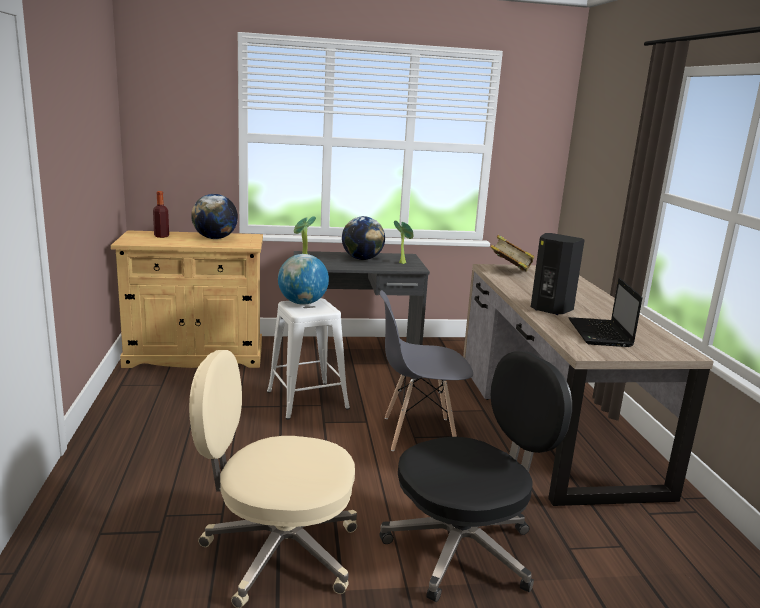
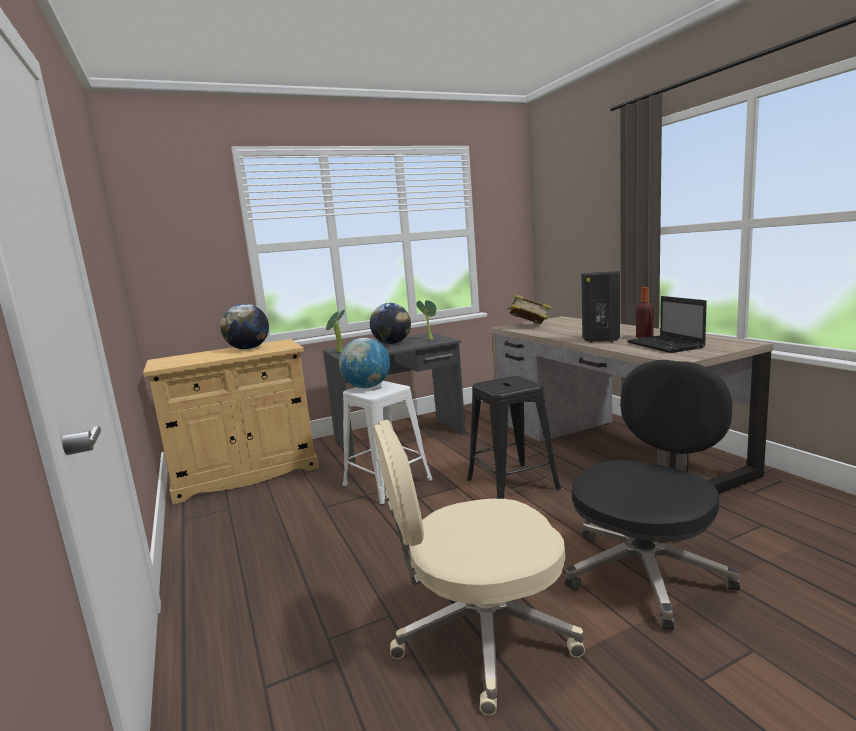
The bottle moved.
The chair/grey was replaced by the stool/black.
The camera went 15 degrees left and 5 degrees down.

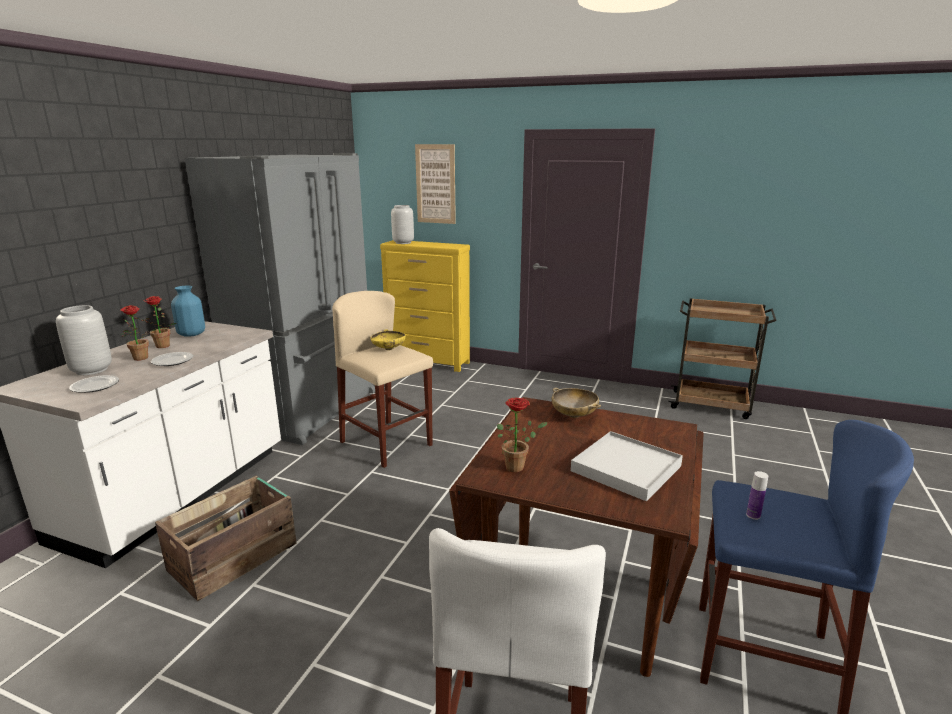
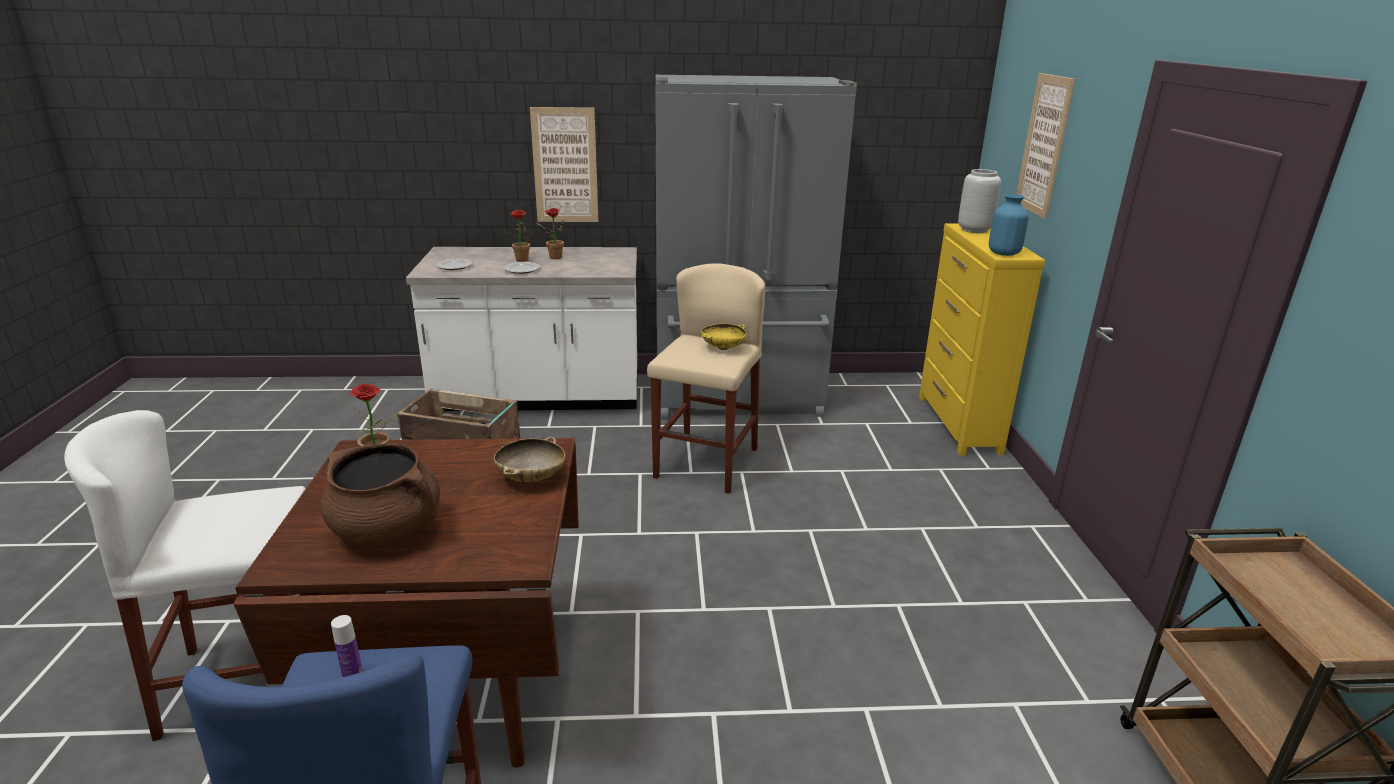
The vase/grey (1st from left) disappeared.
The picture (1st from left) appeared.
The vase/blue moved.
The tray/white was replaced by the cooking pot/brown.
The camera went 65 degrees right and 5 degrees up.

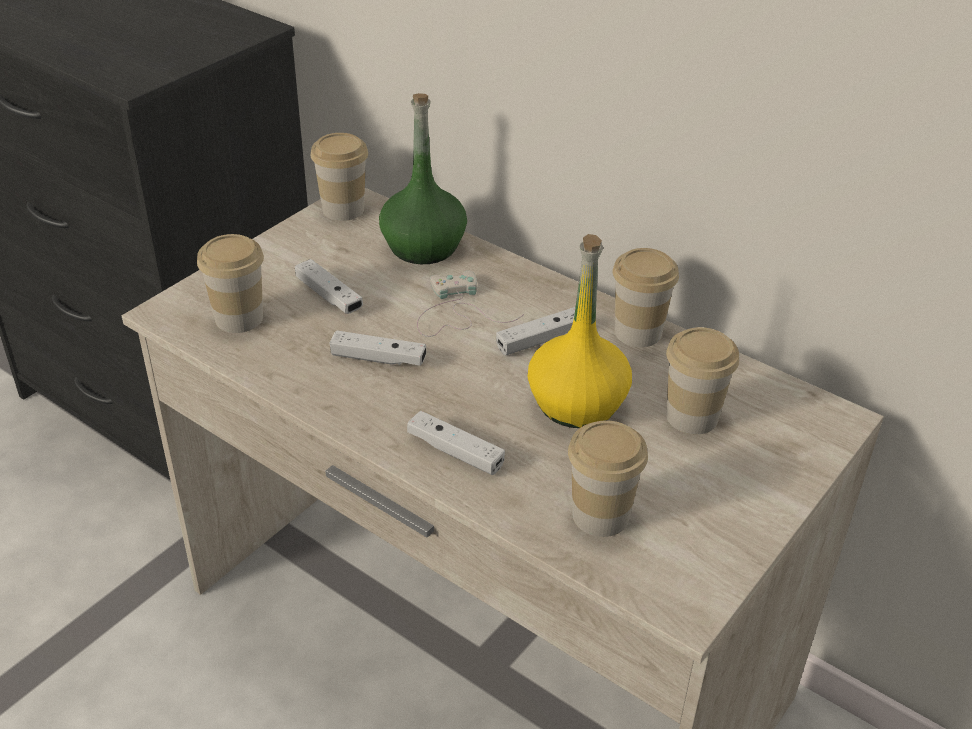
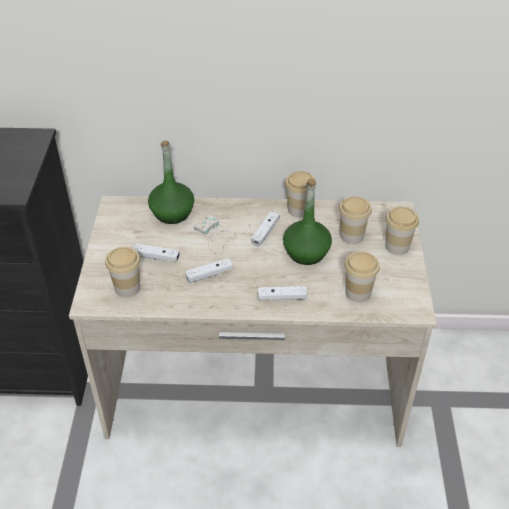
The cup (2nd from left in the first image) moved.
The bottle/yellow became the bottle/green (2nd from left).
The camera went 35 degrees left and 5 degrees up.

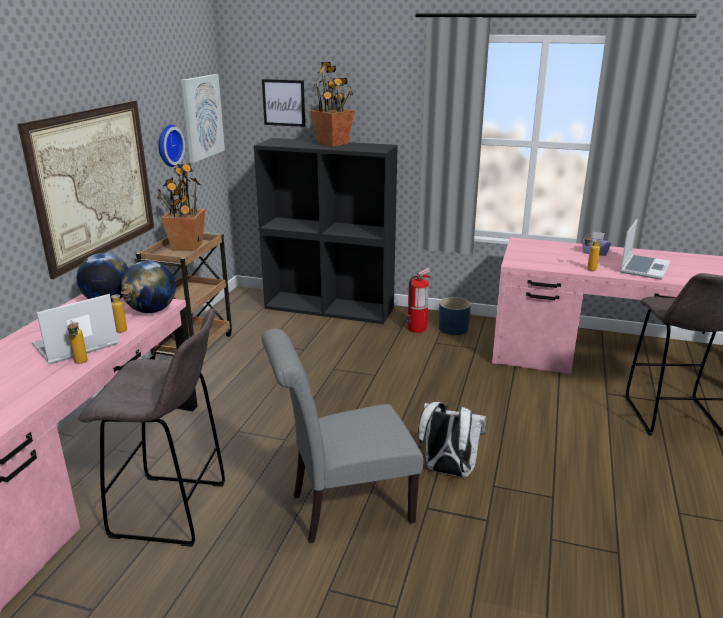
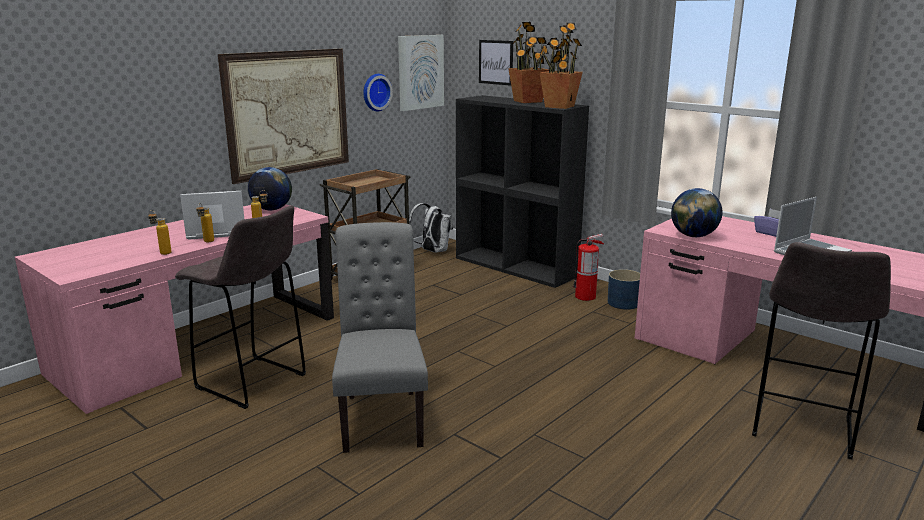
The globe (2nd from left) moved.
The potted plant (1st from left in the first image) moved.
The backpack/white moved.
The bottle (3rd from left in the first image) moved.
The chair/grey turned 75 degrees clockwise.
The camera went 25 degrees right and 5 degrees down.

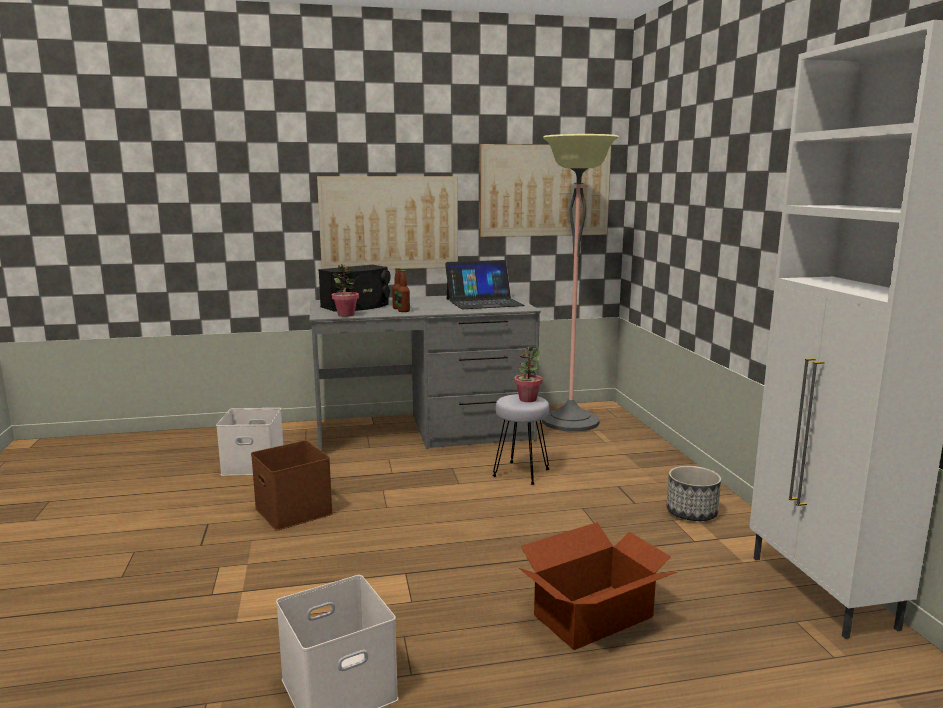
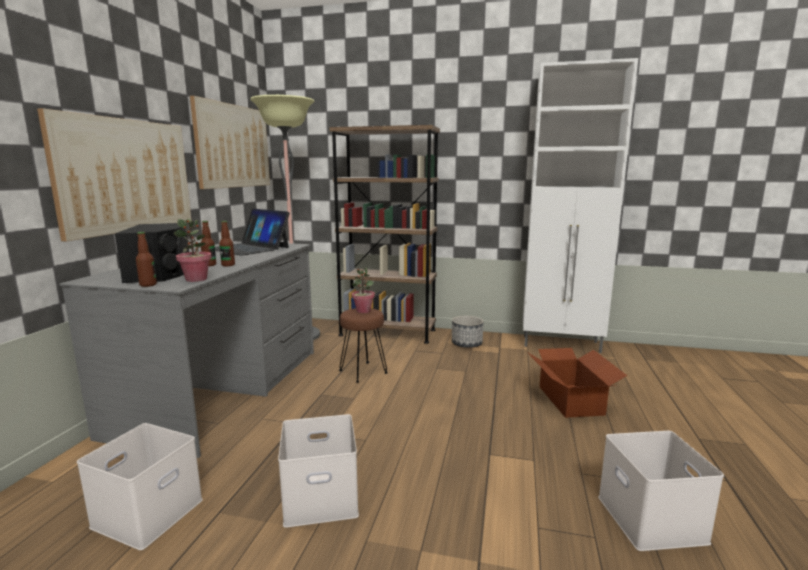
The bottle (1st from left) appeared.
The bookcase/brown appeared.
The storage box/brown became the storage box/white (2nd from left).
The stool/grey became the stool/brown.
The laptop turned 120 degrees clockwise.
The camera went 65 degrees left and 0 degrees up.

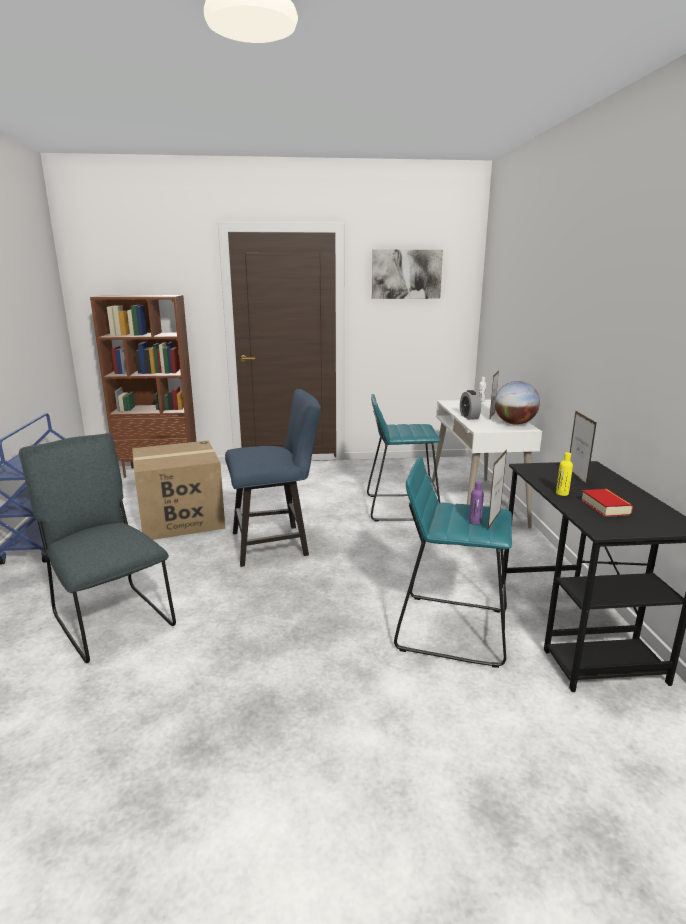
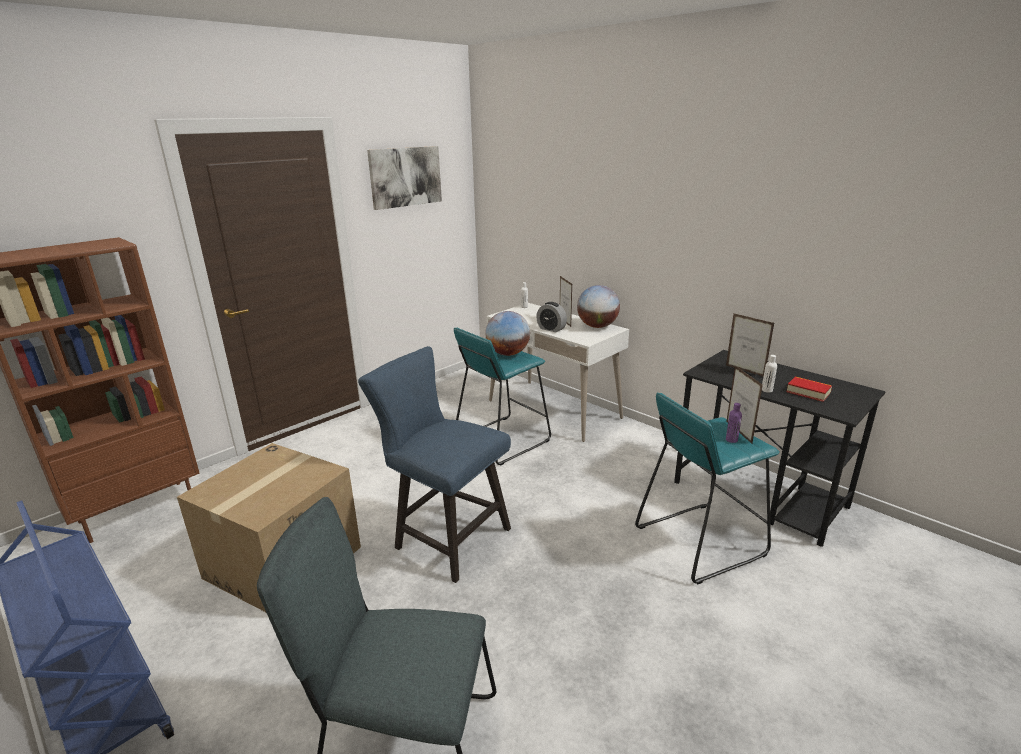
The globe (1st from left) appeared.
The bottle/yellow became the bottle/white (2nd from left).
The chair/blue turned 90 degrees counterclockwise.
The camera went 40 degrees left and 5 degrees up.

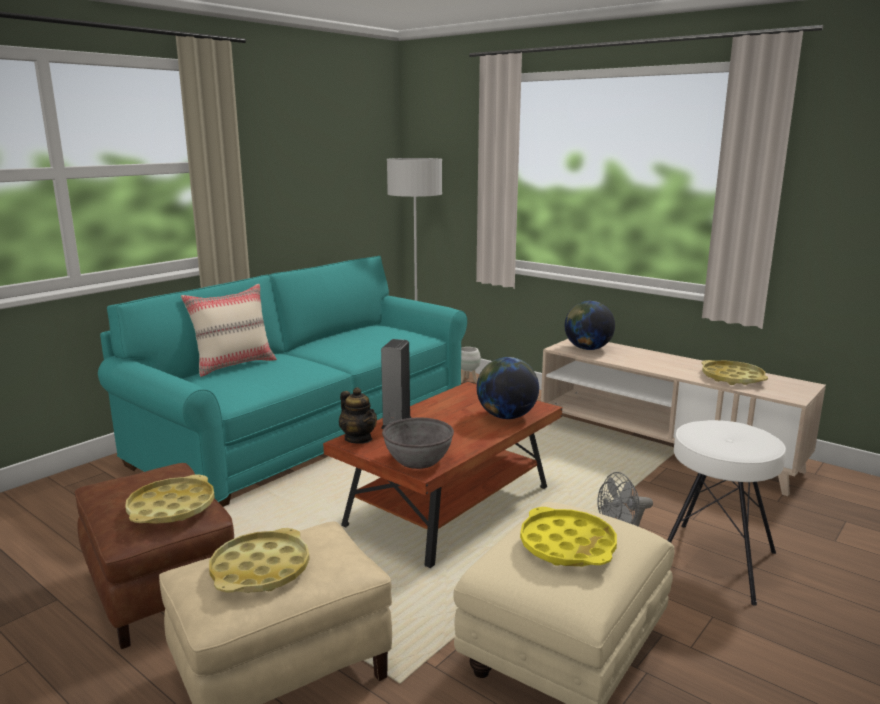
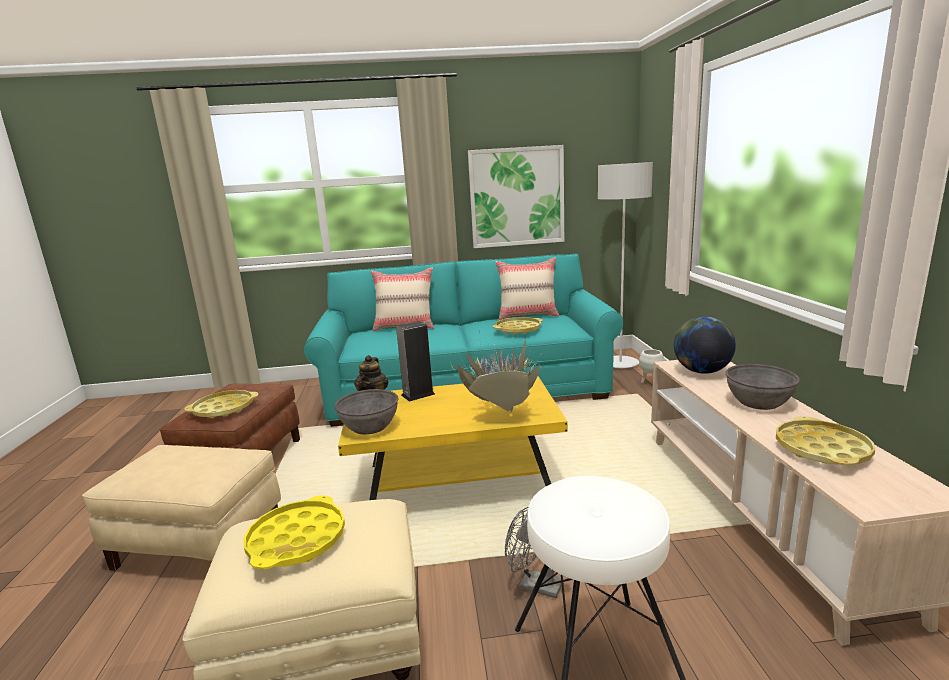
The picture appeared.
The pillow/beige (2nd from left) appeared.
The bowl/grey (2nd from left) appeared.
The tray/yellow (2nd from left in the first image) moved.
The globe (1st from left) was replaced by the potted plant.
The coffee table/brown became the coffee table/yellow.
The camera went 45 degrees right and 0 degrees up.

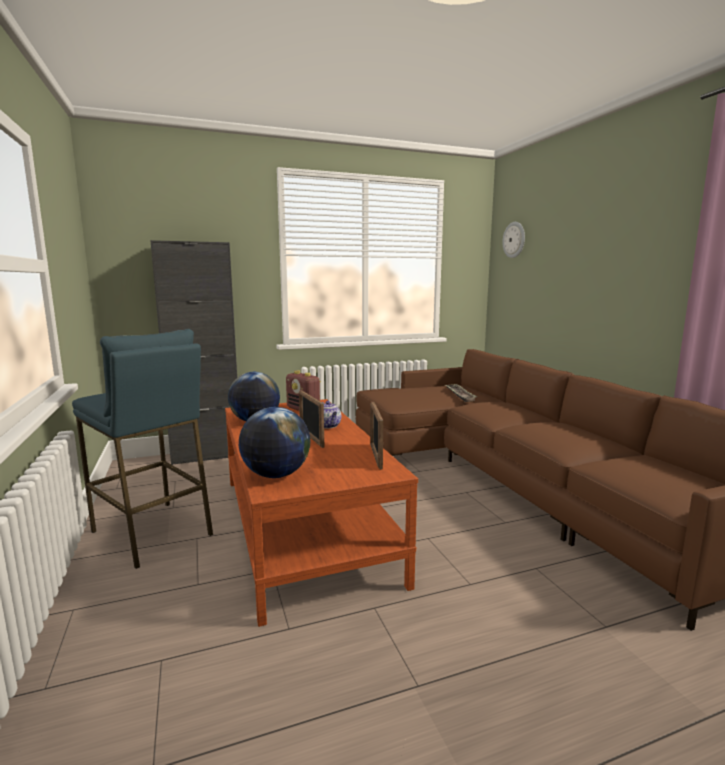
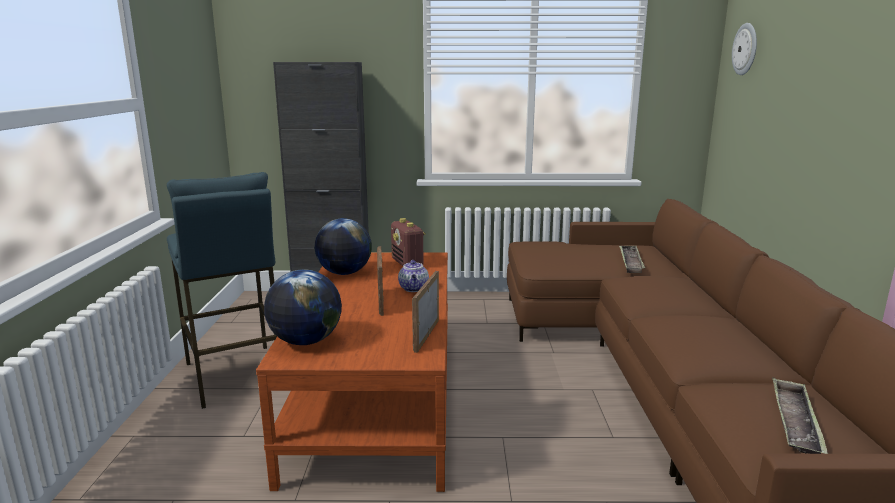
The tray (2nd from left) appeared.
The camera went 20 degrees right and 5 degrees up.

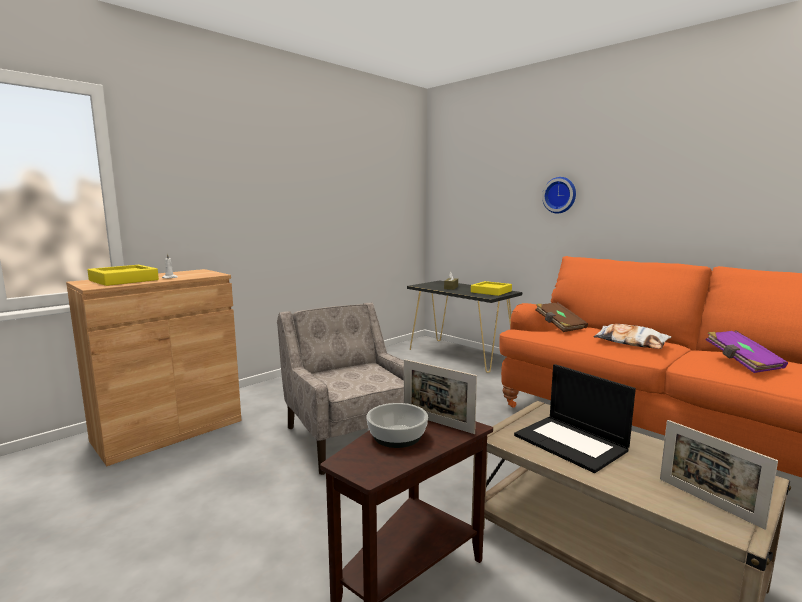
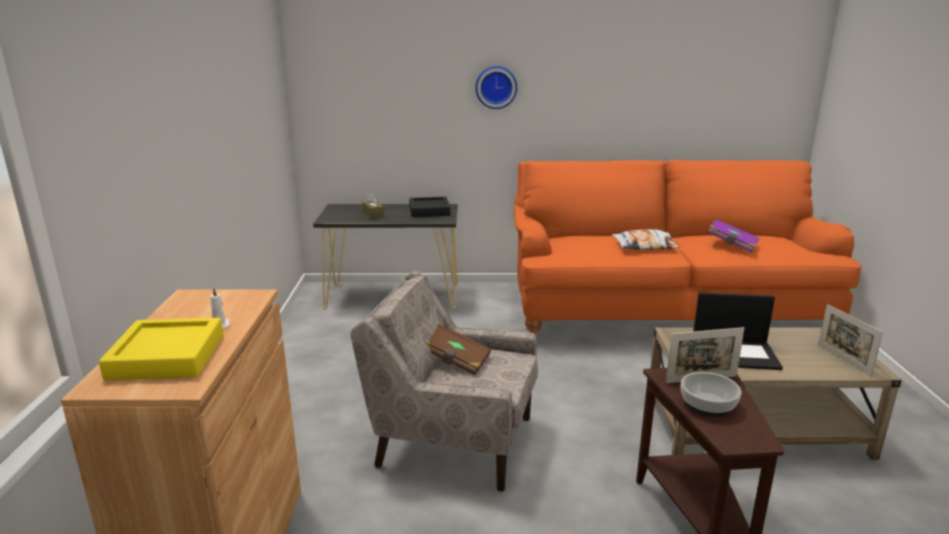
The book/brown moved.
The tray/yellow (2nd from left) became the tray/black.
The picture frame (2nd from left) turned 60 degrees clockwise.
The camera went 45 degrees left and 10 degrees up.

